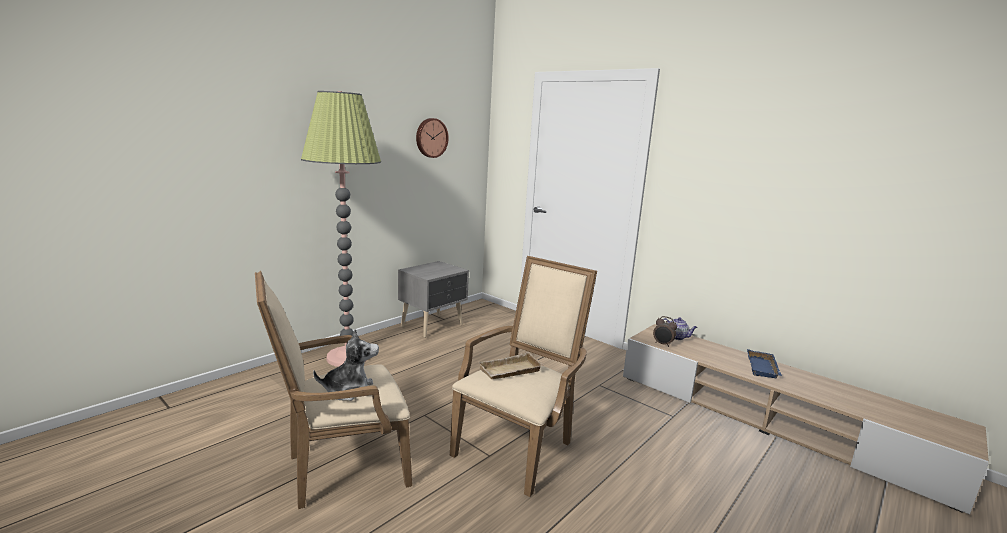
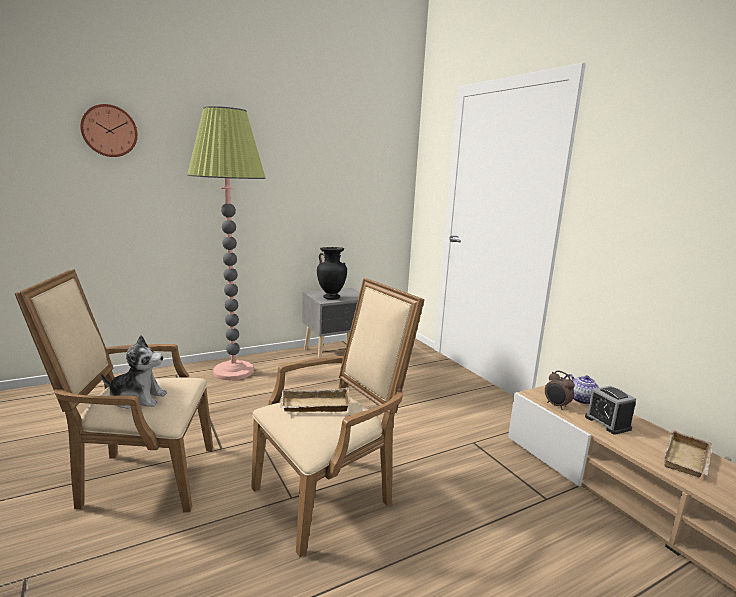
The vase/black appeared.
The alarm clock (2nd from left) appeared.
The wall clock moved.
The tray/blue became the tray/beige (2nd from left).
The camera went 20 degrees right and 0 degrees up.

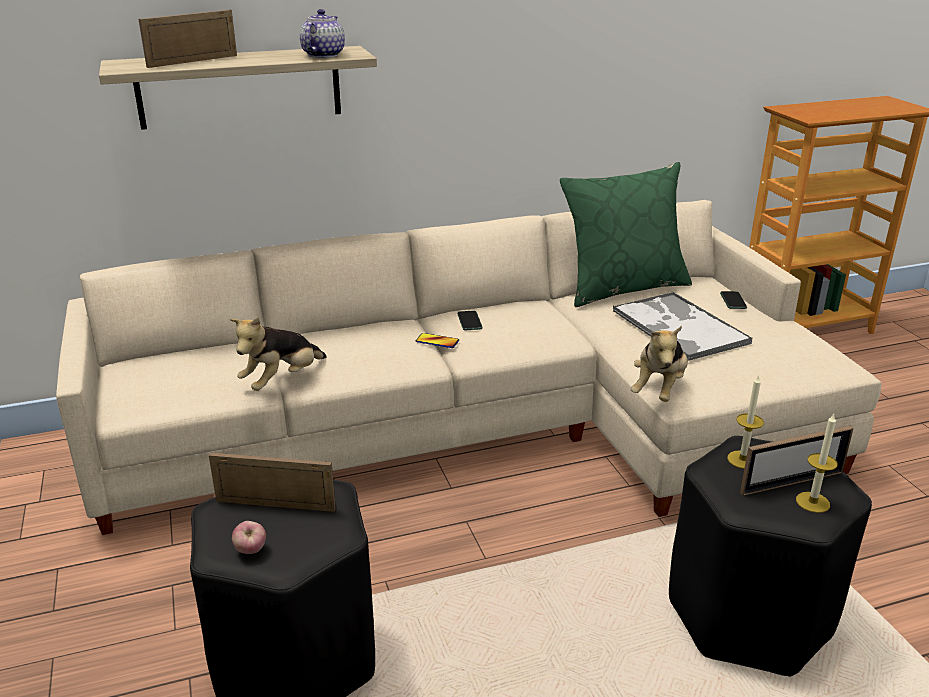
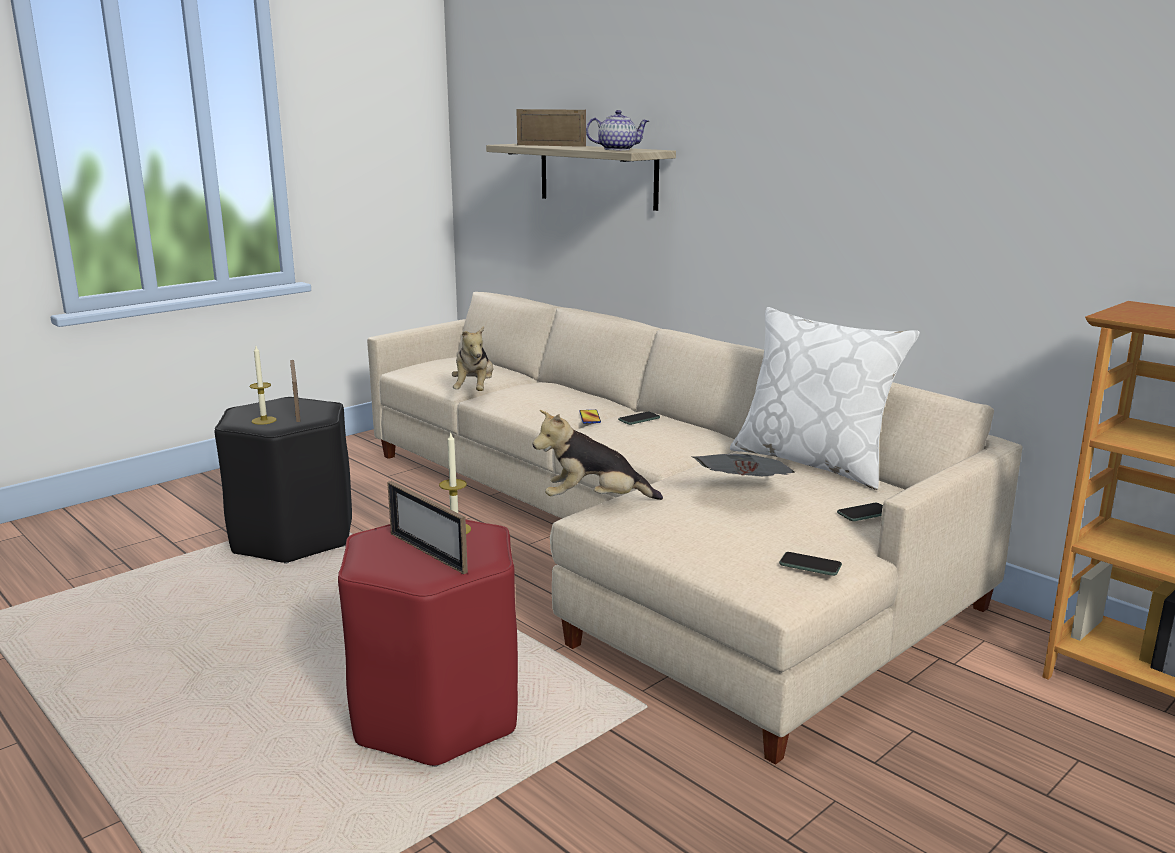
The apple disappeared.
The phone (3rd from left) appeared.
The candle (2nd from left in the first image) moved.
The tray was replaced by the newspaper.
The pillow/green became the pillow/white.
The stool/black (2nd from left) became the stool/red.
The plush toy (1st from left) turned 105 degrees counterclockwise.
The camera went 65 degrees right and 10 degrees down.

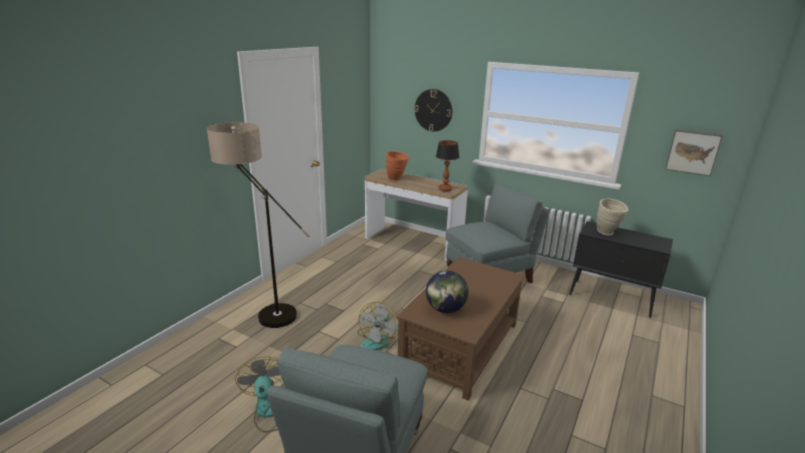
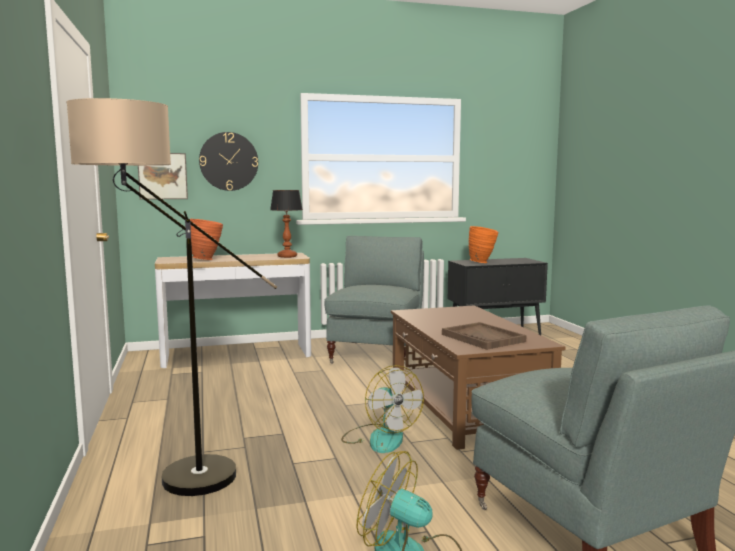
The picture moved.
The globe was replaced by the tray/brown.
The vase/beige became the vase/orange (2nd from left).
The camera went 45 degrees left and 15 degrees down.

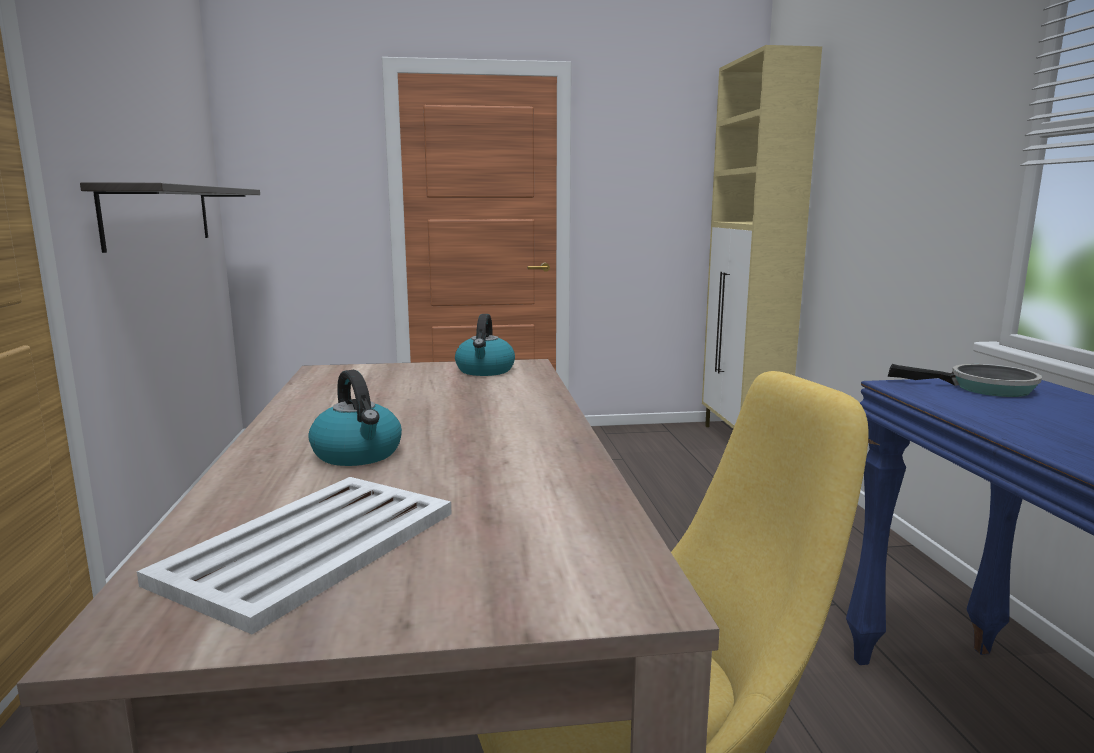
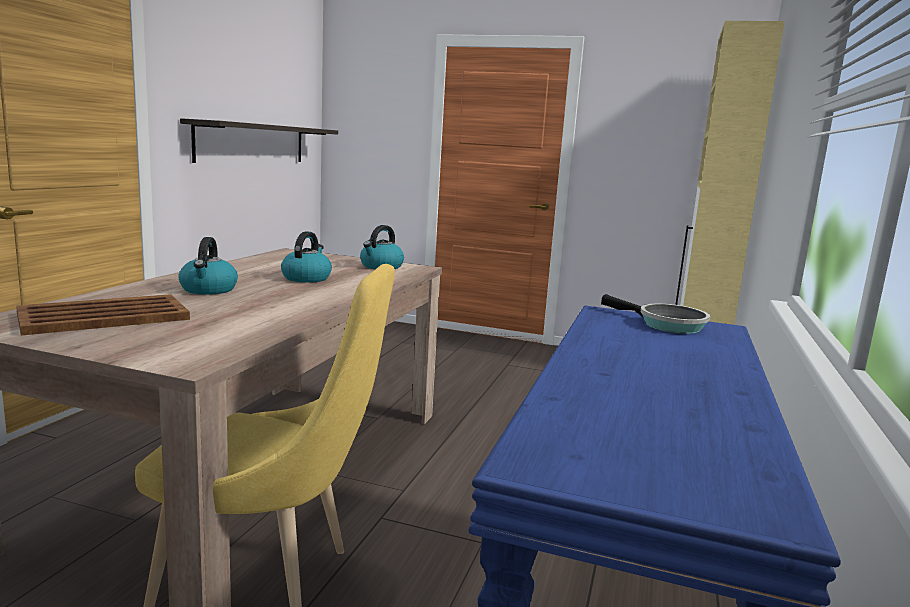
The kettle (2nd from left) appeared.
The tray/white became the tray/brown.
The camera went 25 degrees right and 0 degrees up.

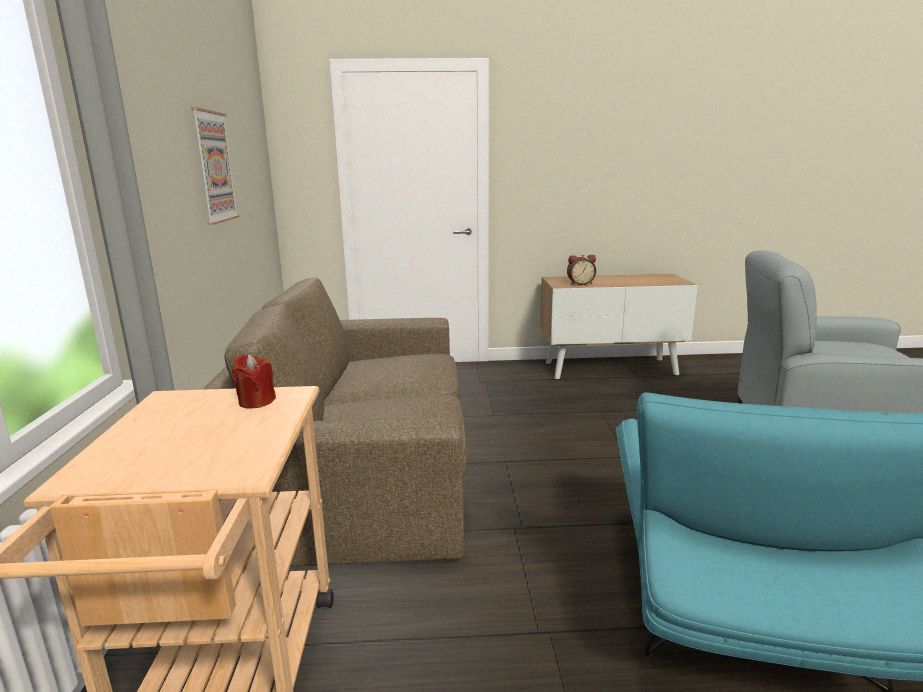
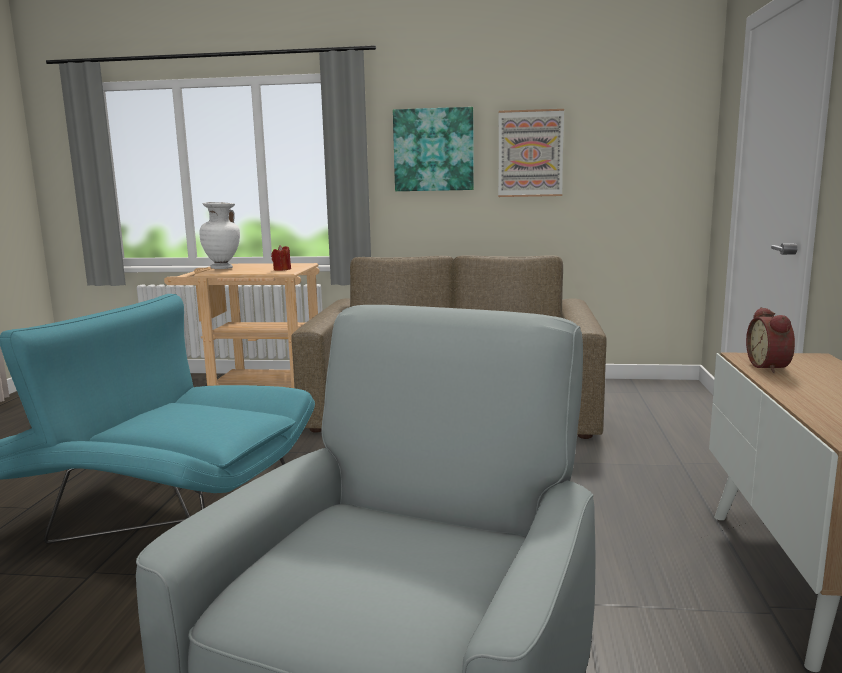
The vase/white appeared.
The picture (1st from left) appeared.
The camera went 100 degrees right and 5 degrees down.

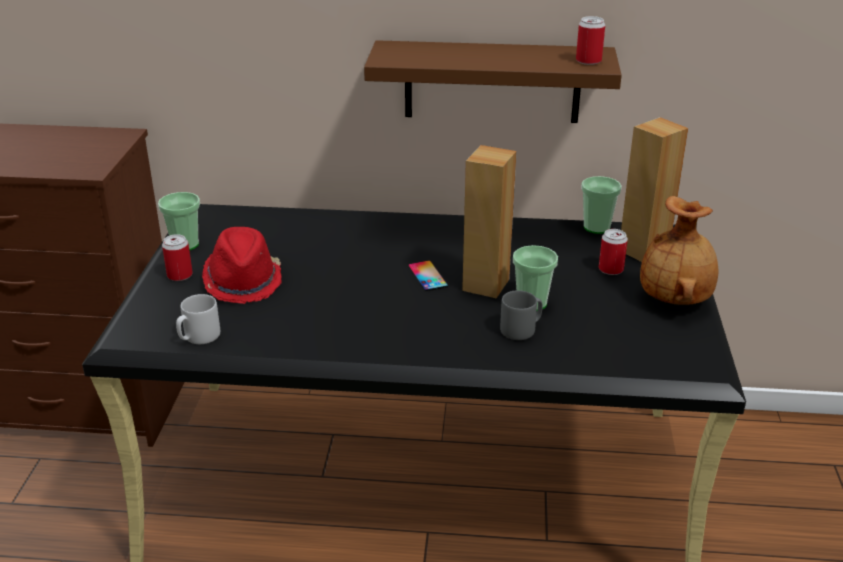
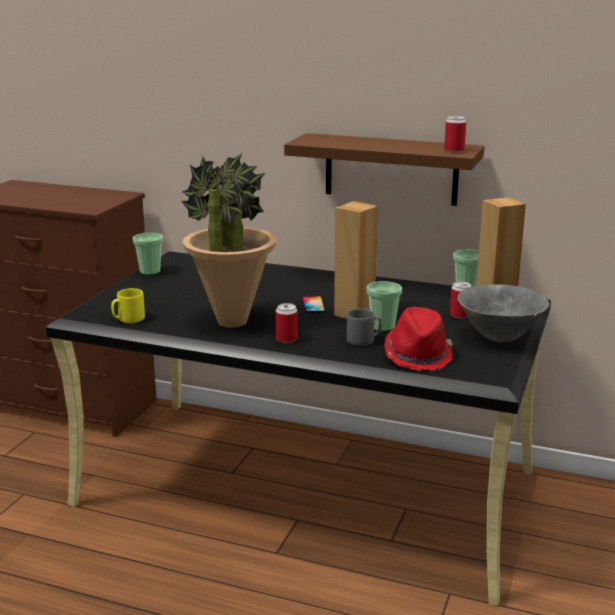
The potted plant appeared.
The can (1st from left) moved.
The hat/red moved.
The vase/brown was replaced by the bowl/grey.
The mug/grey (1st from left) became the mug/yellow.
The camera went 15 degrees right and 10 degrees down.

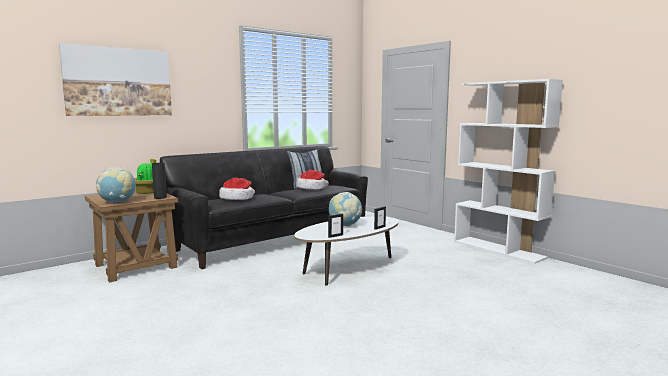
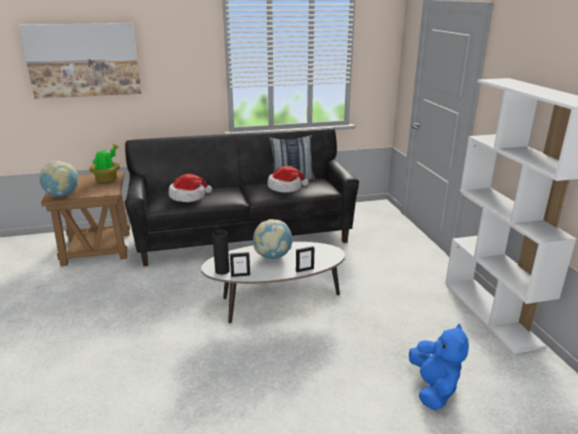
The plush toy/blue appeared.
The vase/black moved.
The camera went 25 degrees right and 15 degrees up.

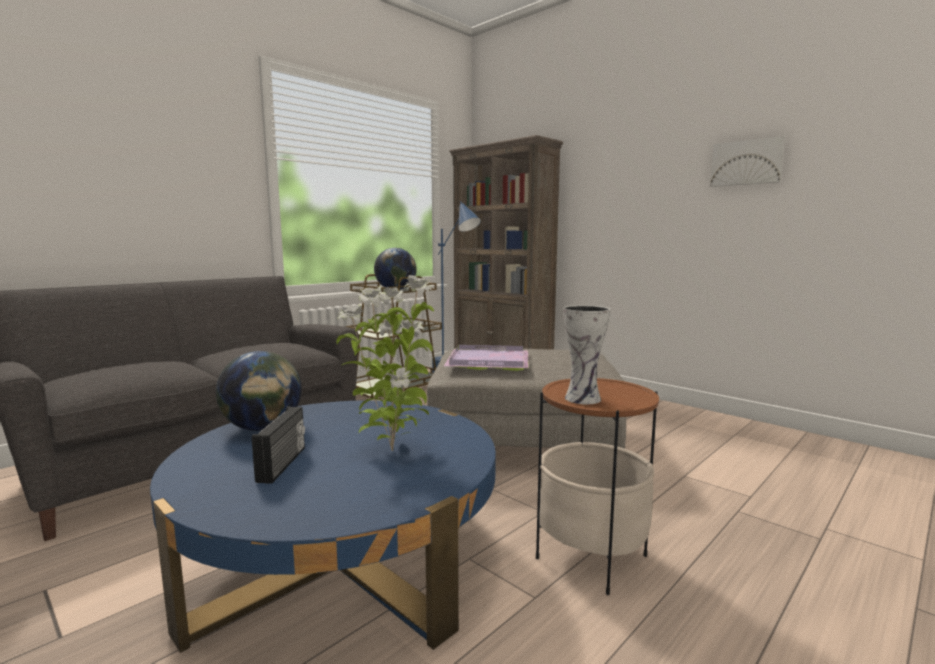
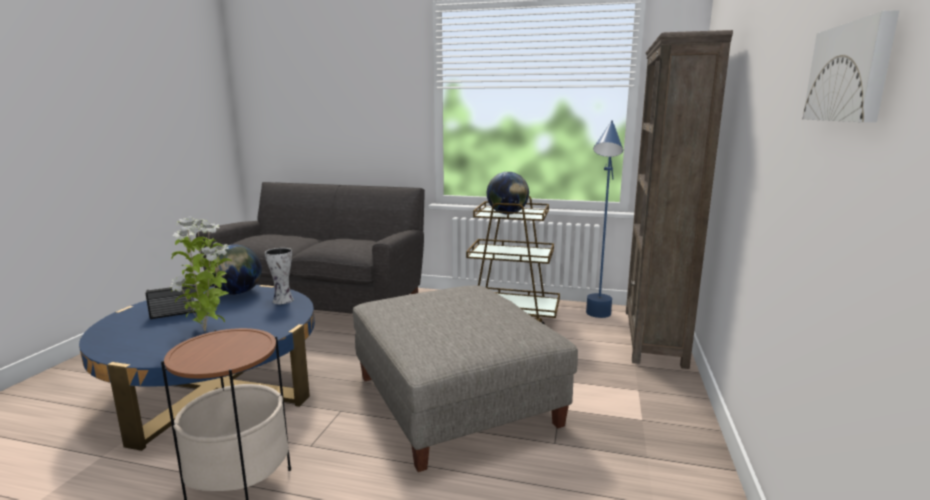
The tray/purple disappeared.
The vase moved.
The camera went 60 degrees right and 5 degrees up.

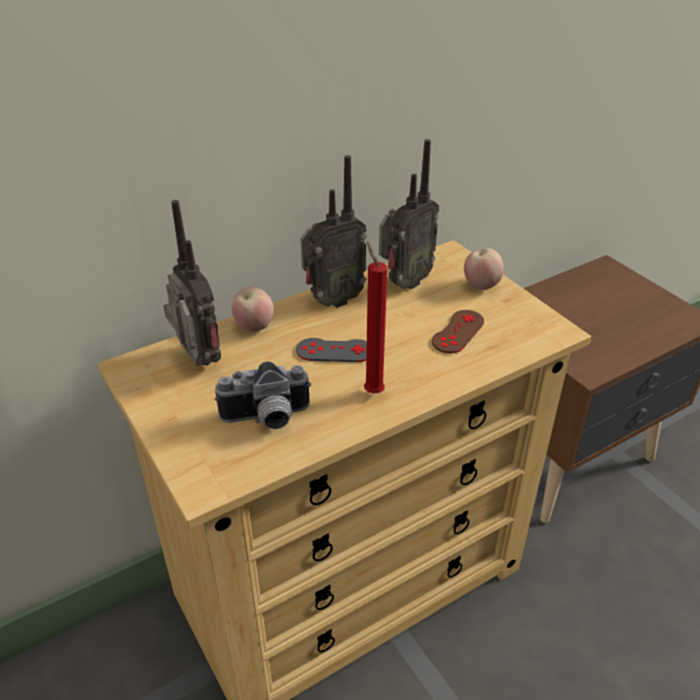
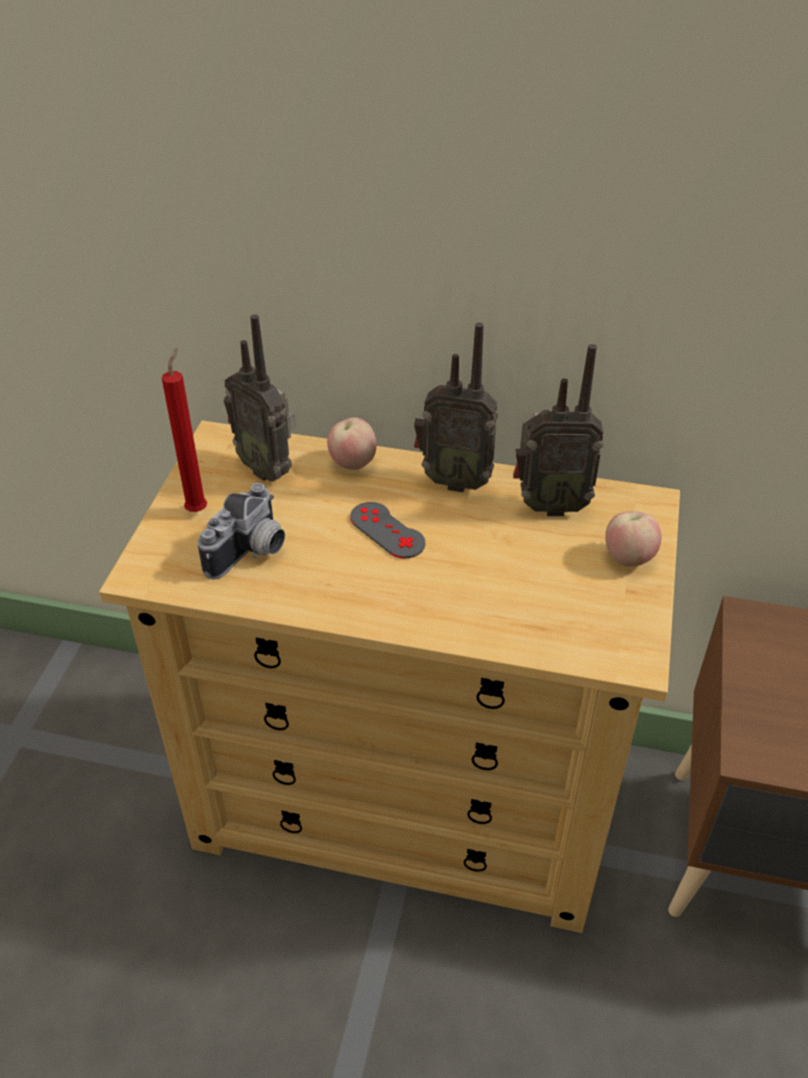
The game controller/brown disappeared.
The candle/red moved.
The radio (1st from left) turned 120 degrees clockwise.
The photo camera turned 90 degrees counterclockwise.
The camera went 45 degrees right and 5 degrees up.

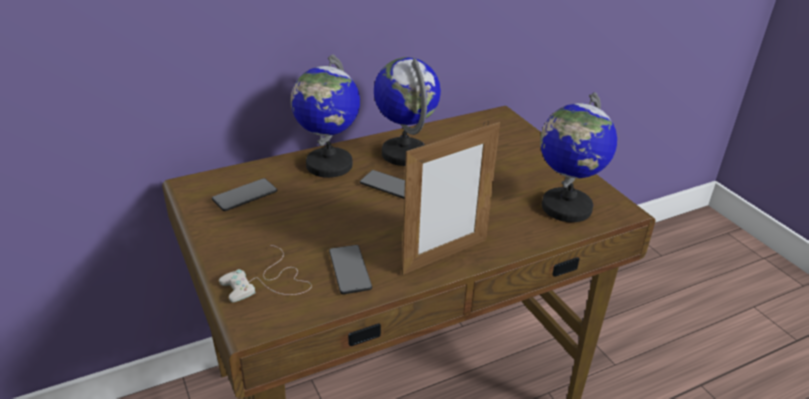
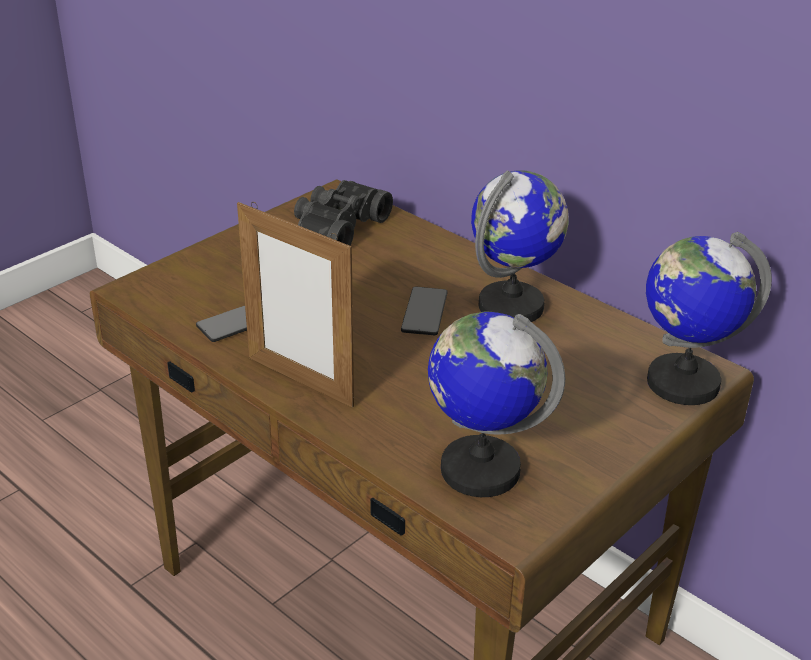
The game controller/white disappeared.
The globe (1st from left in the first image) moved.
The phone (1st from left) was replaced by the binoculars/black.
The camera went 70 degrees right and 0 degrees up.

